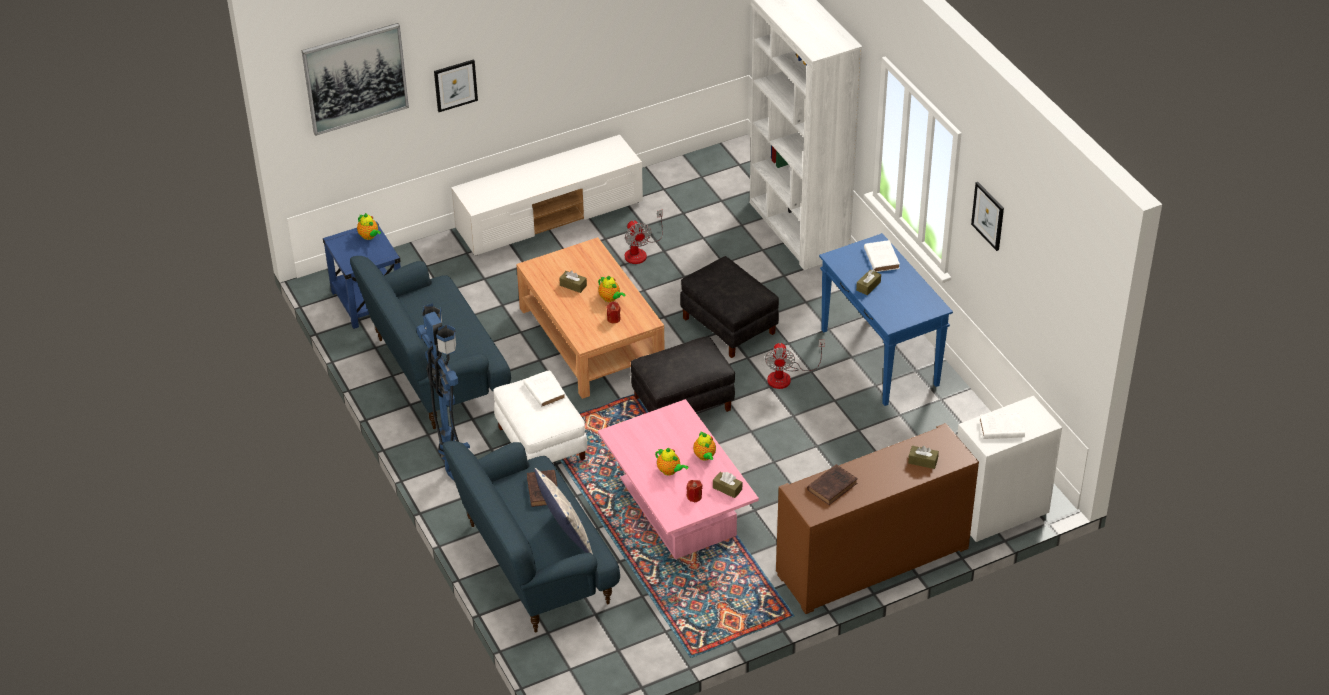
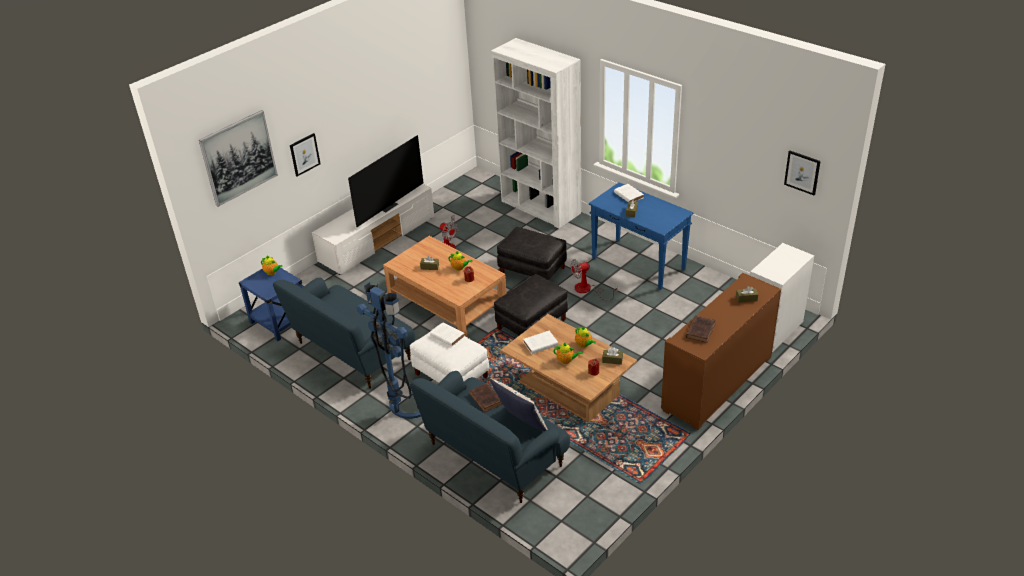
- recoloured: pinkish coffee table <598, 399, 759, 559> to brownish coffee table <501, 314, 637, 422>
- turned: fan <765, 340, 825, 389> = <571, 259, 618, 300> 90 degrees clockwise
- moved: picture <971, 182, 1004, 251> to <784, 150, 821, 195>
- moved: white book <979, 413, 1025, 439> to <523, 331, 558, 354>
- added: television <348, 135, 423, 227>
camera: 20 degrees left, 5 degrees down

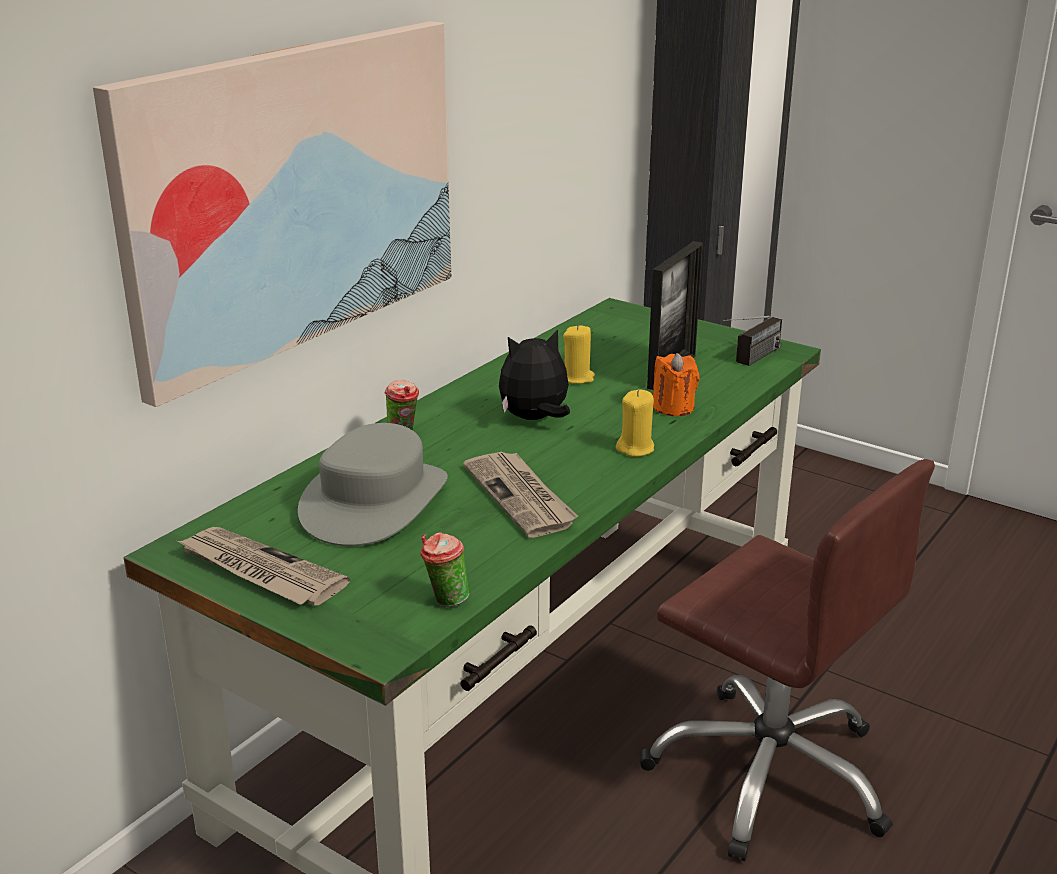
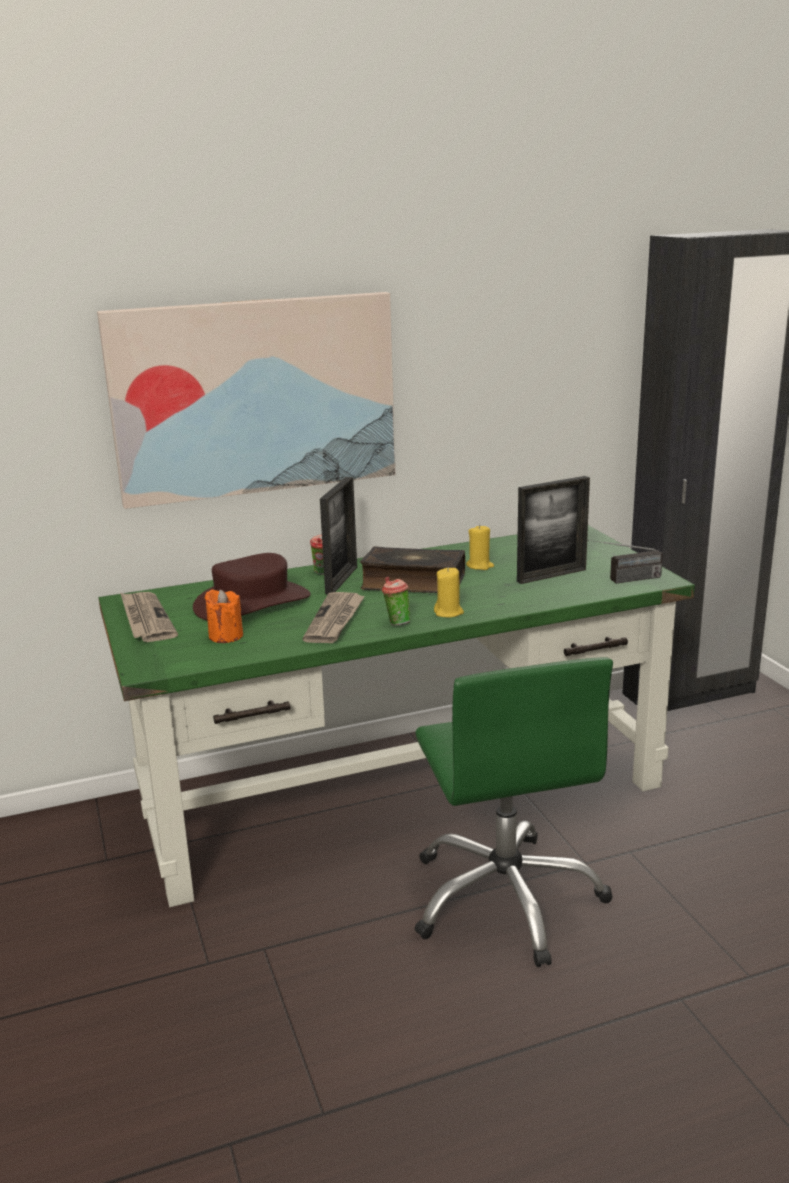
- recoloured: grey hat <298, 423, 448, 546> to brownish hat <193, 553, 310, 620>
- moved: cup <421, 532, 469, 607> to <382, 577, 410, 626>
- replaced: cuddly toy <499, 329, 570, 420> to book <360, 546, 465, 593>
- recoloured: brownish computer chair <640, 459, 935, 861> to green-coloured computer chair <414, 657, 613, 967>
- moved: orangey wax candle <653, 353, 699, 416> to <205, 590, 243, 643>
- added: standing frame <320, 477, 357, 594>
camera: 35 degrees right, 5 degrees down

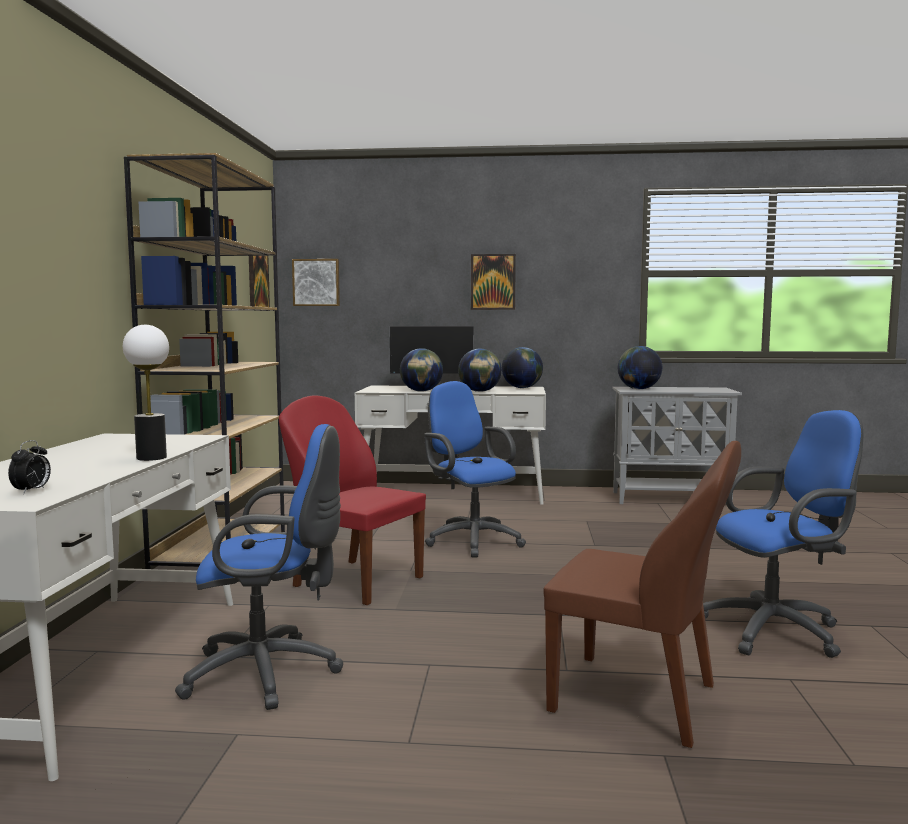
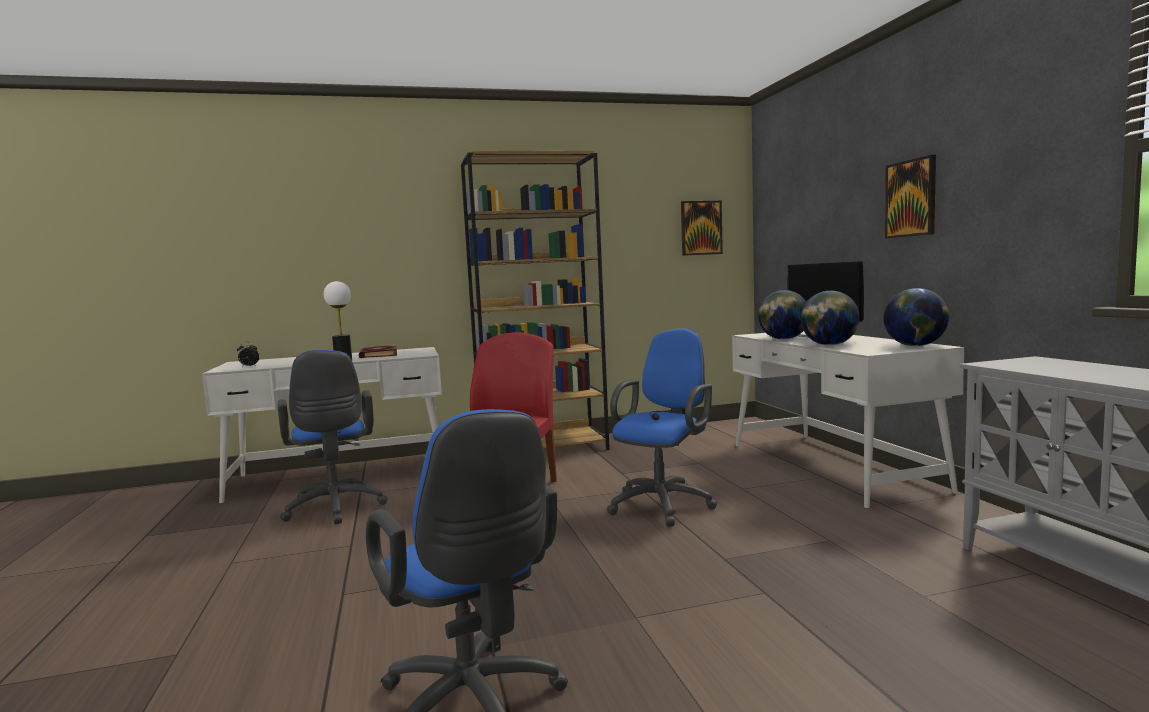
- removed: picture <292, 259, 340, 306>
- removed: brownish chair <544, 441, 741, 748>
- removed: desk globe <618, 346, 662, 389>
- added: book <359, 345, 397, 358>
camera: 70 degrees right, 0 degrees up

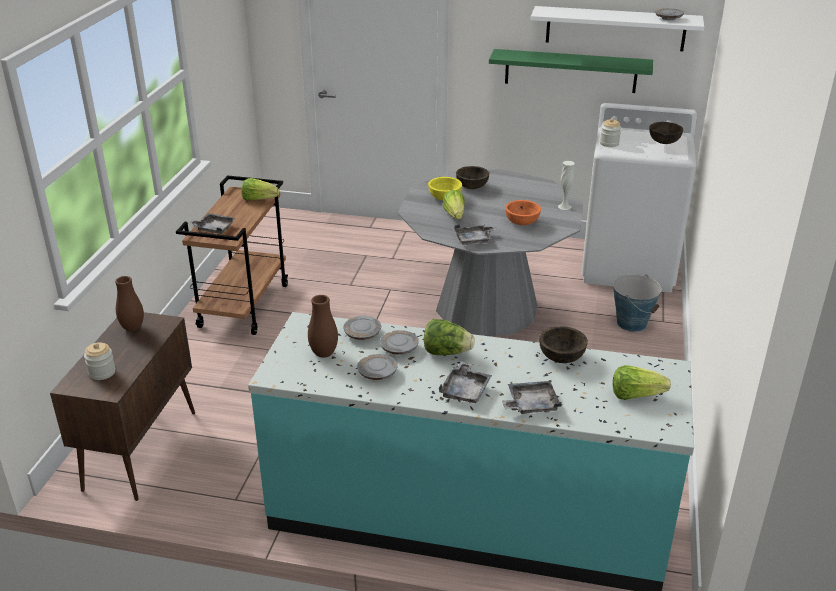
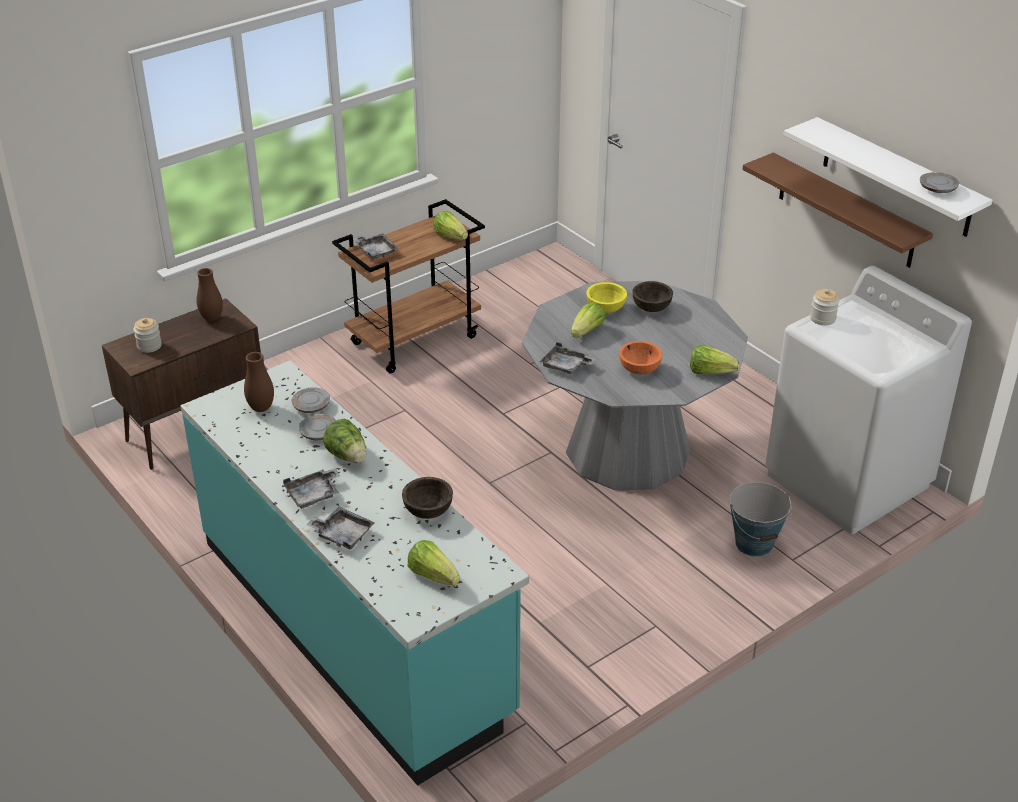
- removed: grey dinner plate <357, 354, 398, 380>
- recoloured: green-coloured wall shelf <489, 49, 653, 93> to brownish wall shelf <742, 153, 933, 268>
- replaced: white vase <558, 161, 575, 210> to lettuce <690, 345, 739, 374>
- removed: brownish deep dish <649, 122, 683, 144>
camera: 40 degrees right, 5 degrees up

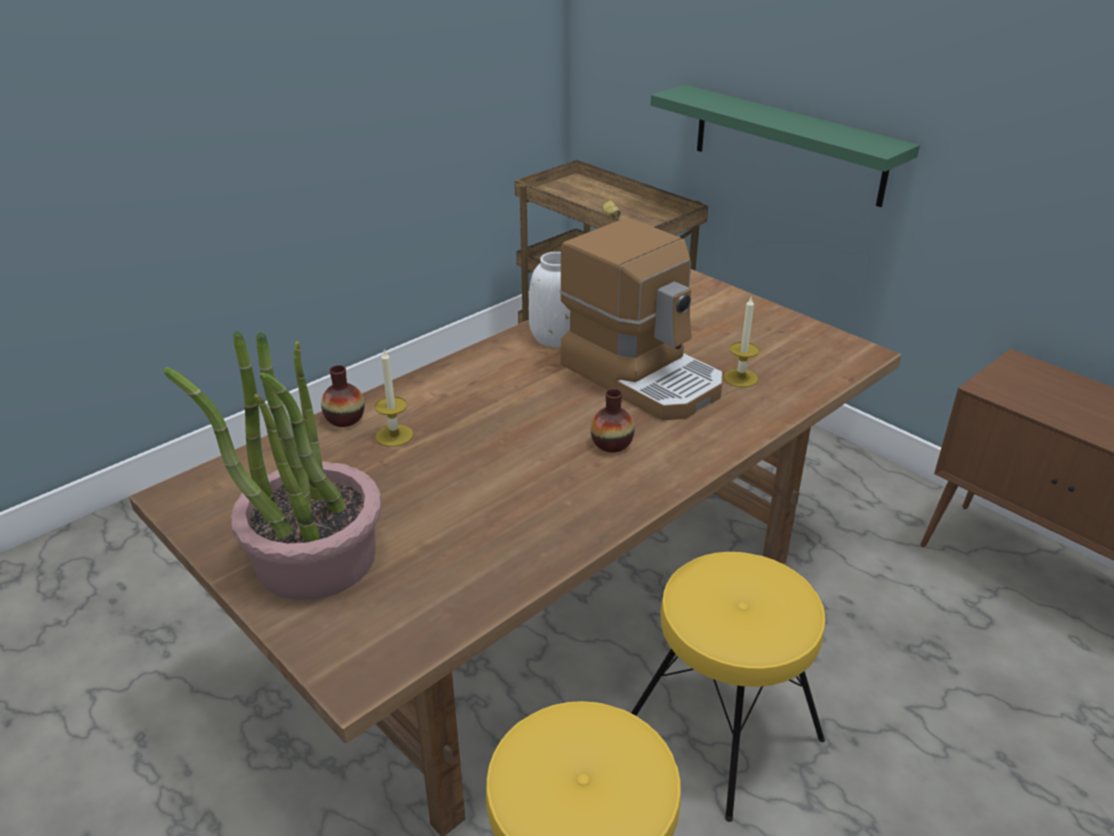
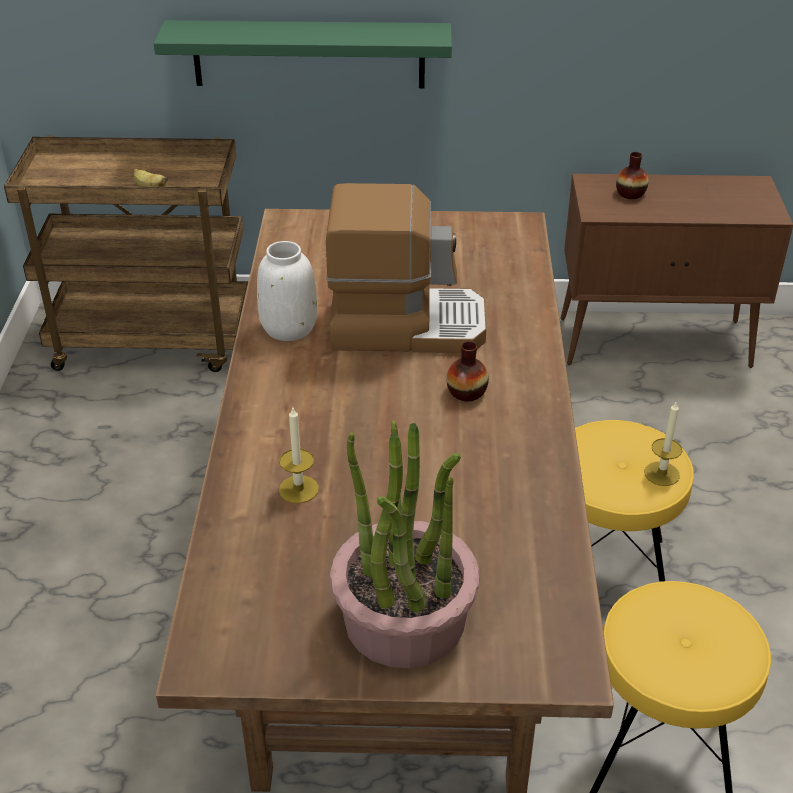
- moved: vase <321, 365, 364, 427> to <616, 152, 648, 199>
- moved: wax candle <724, 297, 759, 387> to <644, 402, 682, 486>
camera: 45 degrees left, 5 degrees up

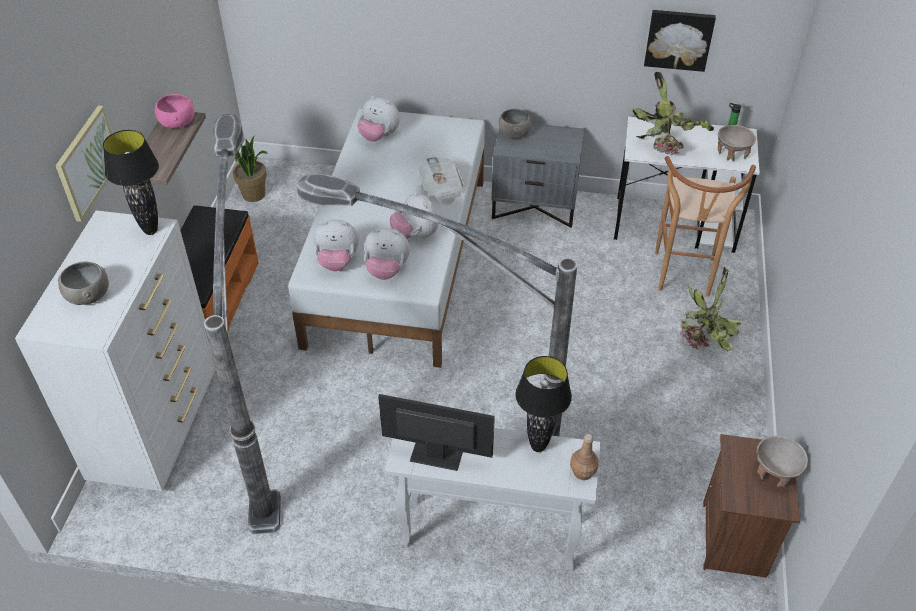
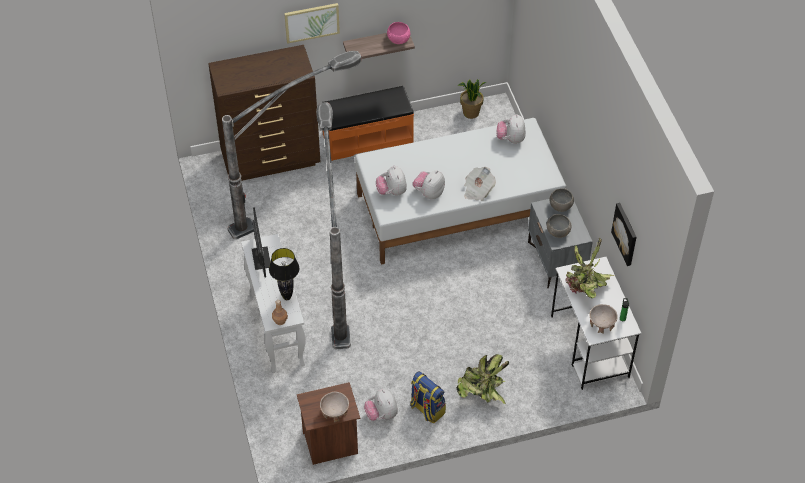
- recoloured: white chest of drawers <15, 210, 216, 491> to brownish chest of drawers <208, 45, 320, 181>
- moved: grey deep dish <58, 261, 109, 305> to <547, 214, 572, 238>
- removed: black-coloured tabletop lamp <103, 130, 159, 235>
- moved: cuddly toy <314, 219, 359, 271> to <364, 389, 398, 421>
- removed: brownish stool seat <655, 156, 756, 297>
- added: backpack <410, 371, 446, 423>
camera: 65 degrees right, 5 degrees up

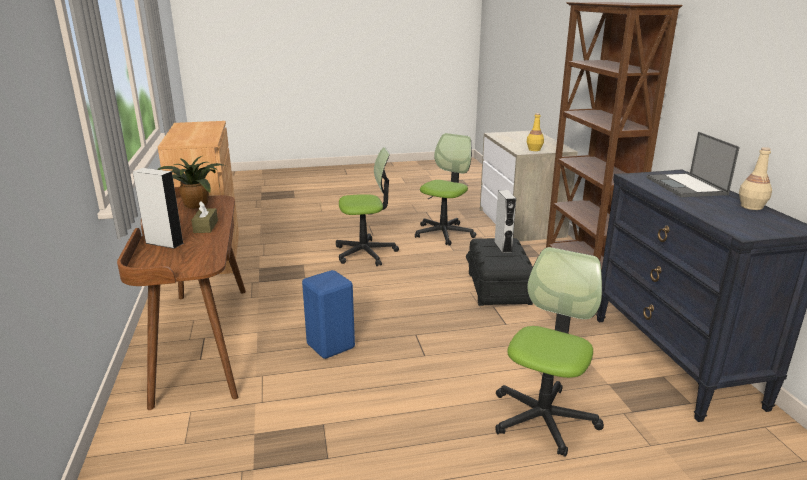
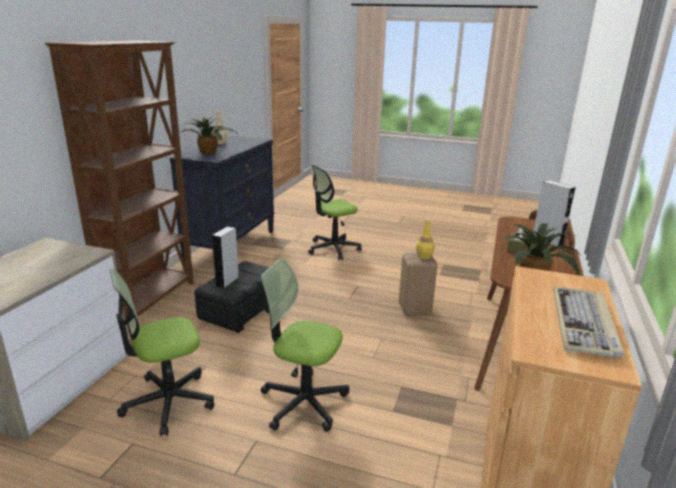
- recoloured: blue stool seat <302, 270, 355, 359> to beige-coloured stool seat <399, 252, 438, 316>
- moved: yellowish beverage bottle <527, 113, 544, 151> to <416, 219, 435, 259>
- replaced: portable computer <646, 132, 740, 197> to potted plant <179, 117, 238, 154>
- added: PC keyboard <553, 287, 624, 359>
camera: 150 degrees left, 0 degrees up

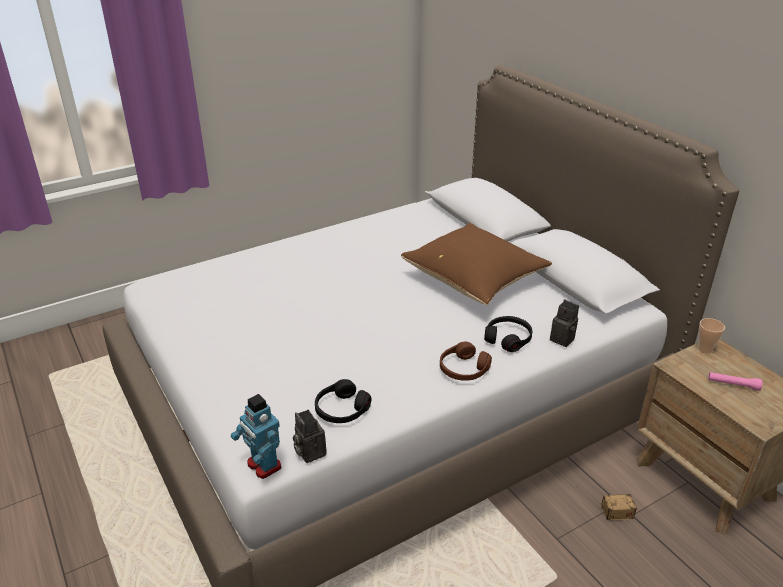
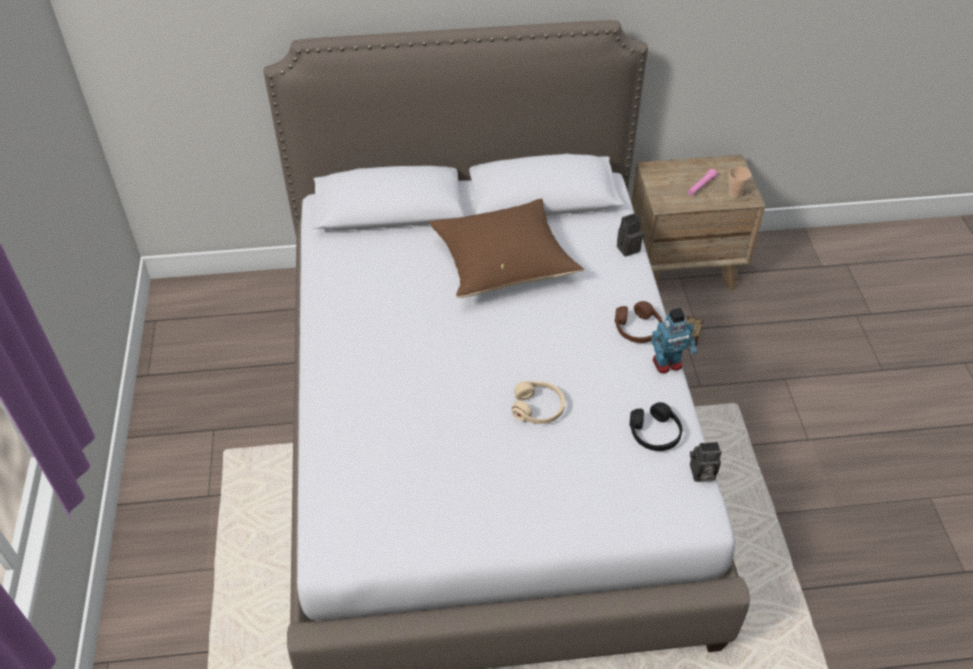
- moved: robot figure <231, 394, 281, 479> to <651, 308, 697, 373>
- removed: black-coloured pair of headphones <484, 316, 532, 352>
- moved: cup <698, 318, 725, 354> to <729, 166, 751, 199>
- added: beige-coloured pair of headphones <512, 381, 565, 424>
camera: 65 degrees left, 15 degrees up

